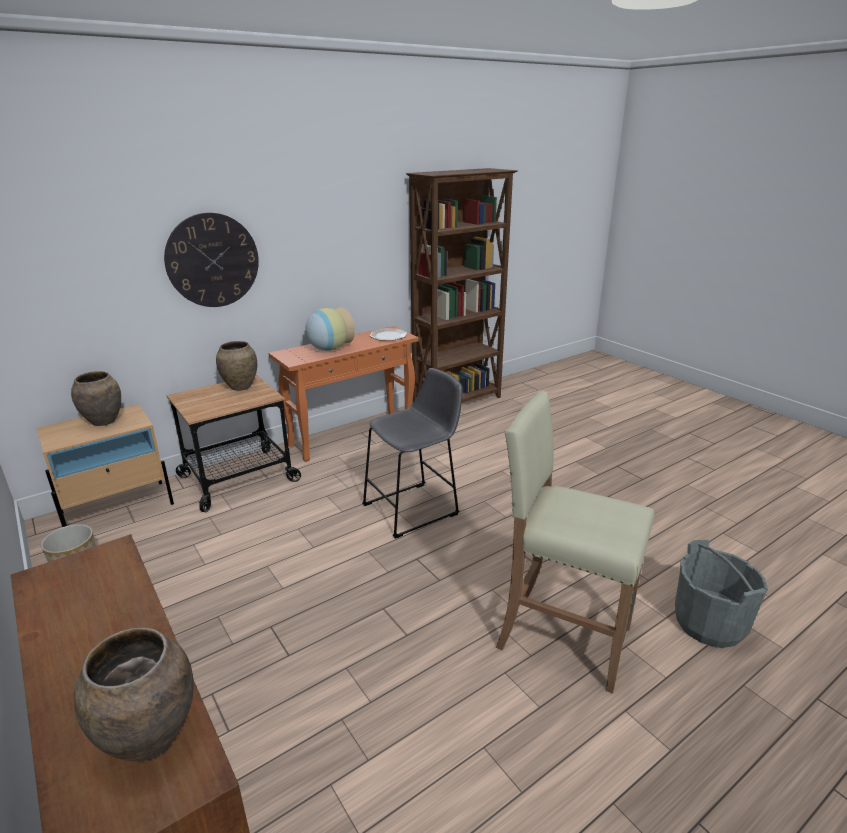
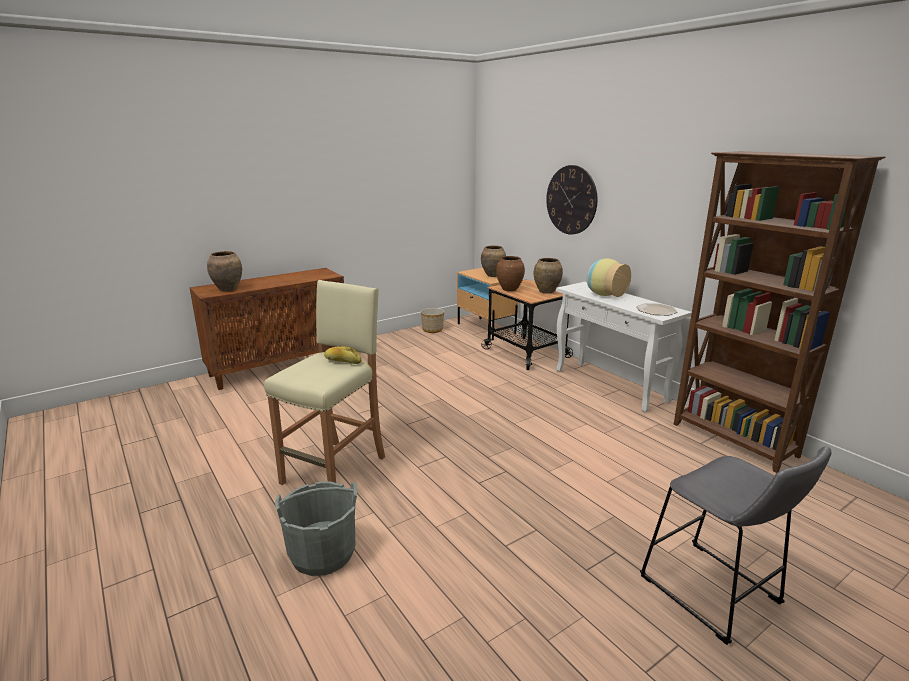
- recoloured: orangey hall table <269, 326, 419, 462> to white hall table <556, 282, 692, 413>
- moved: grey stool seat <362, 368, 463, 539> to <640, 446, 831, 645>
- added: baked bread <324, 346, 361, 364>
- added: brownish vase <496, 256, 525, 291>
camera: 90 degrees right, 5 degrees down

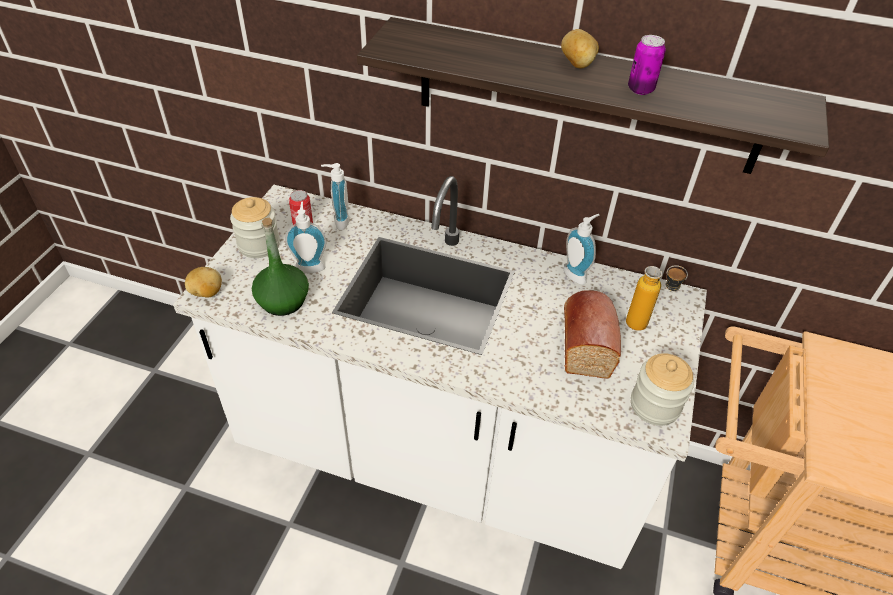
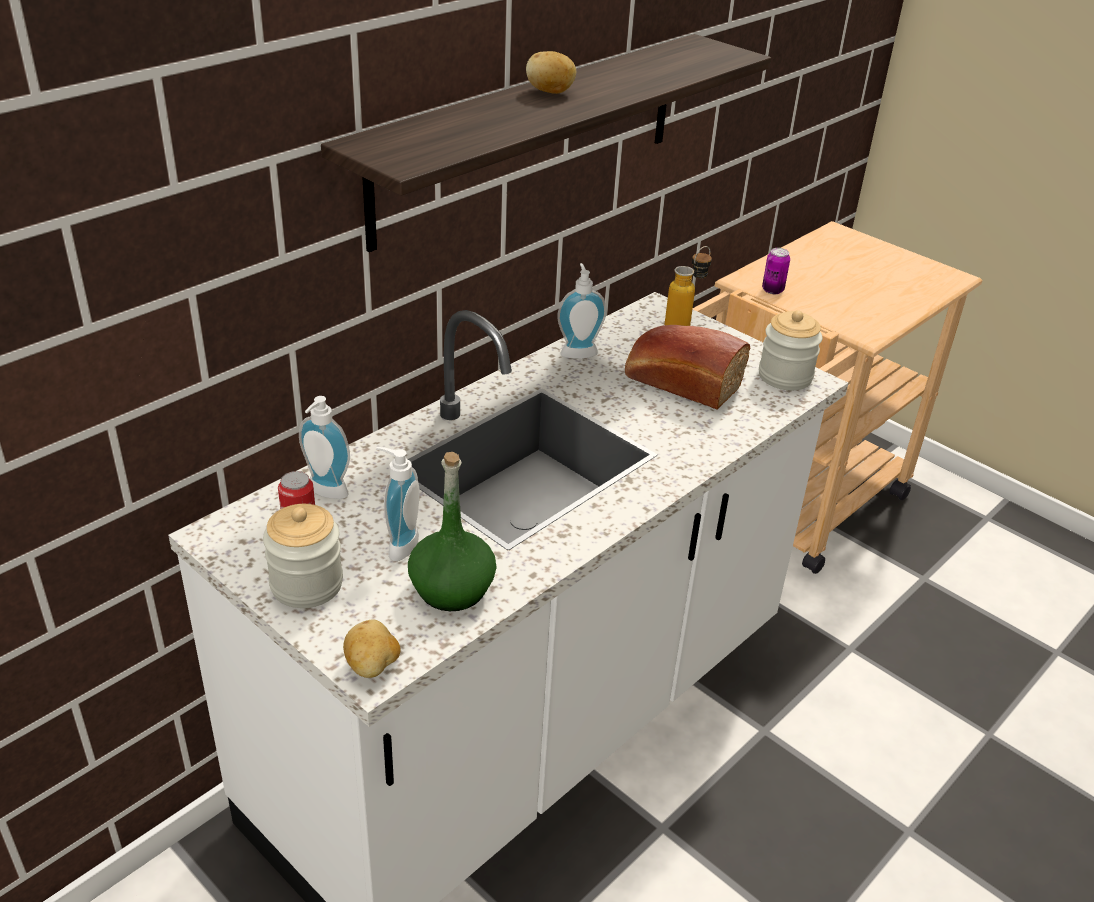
- moved: can <628, 35, 666, 95> to <762, 248, 790, 294>
camera: 65 degrees left, 10 degrees down

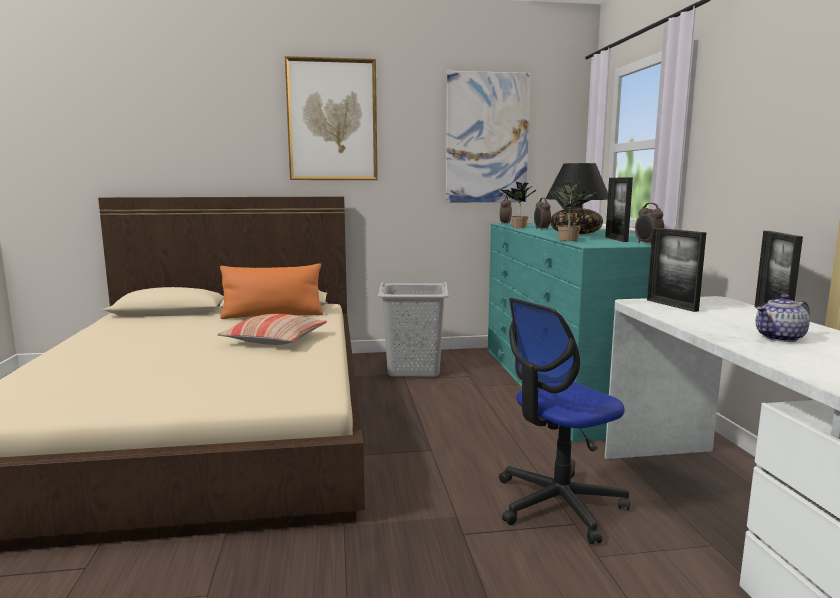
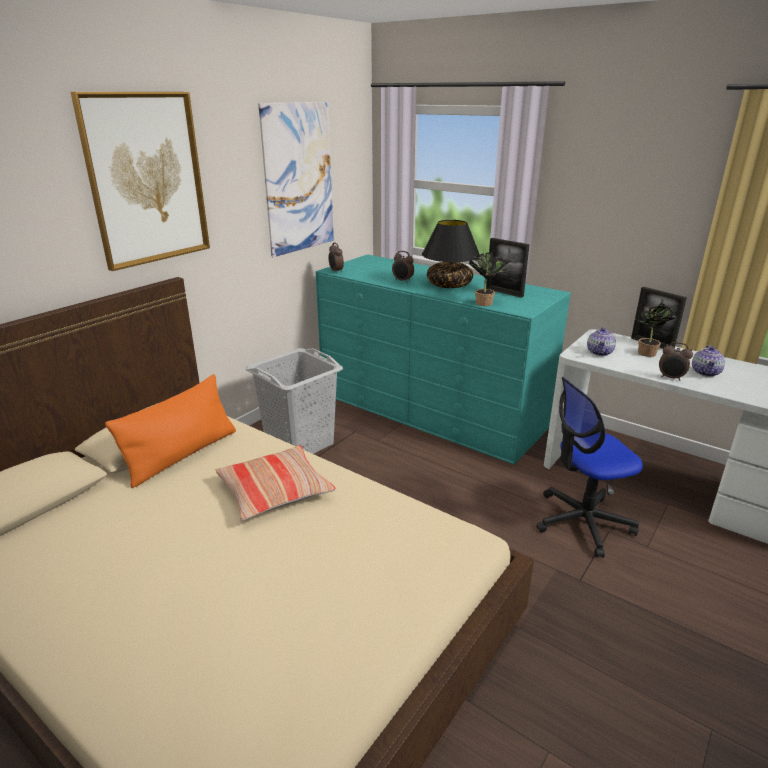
- turned: computer chair <499, 298, 630, 544> = <536, 377, 643, 558> 60 degrees clockwise
- moved: potted plant <501, 182, 536, 228> to <636, 303, 676, 357>
- moved: alarm clock <635, 203, 664, 245> to <659, 342, 693, 381>
- replaced: standing frame <647, 228, 706, 312> to pot for tea <587, 327, 616, 356>
camera: 45 degrees left, 15 degrees up

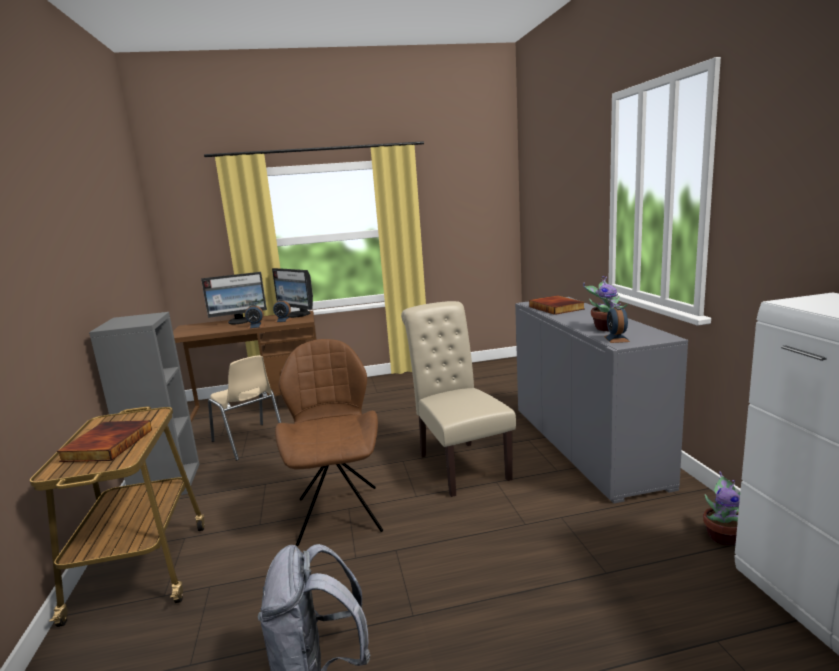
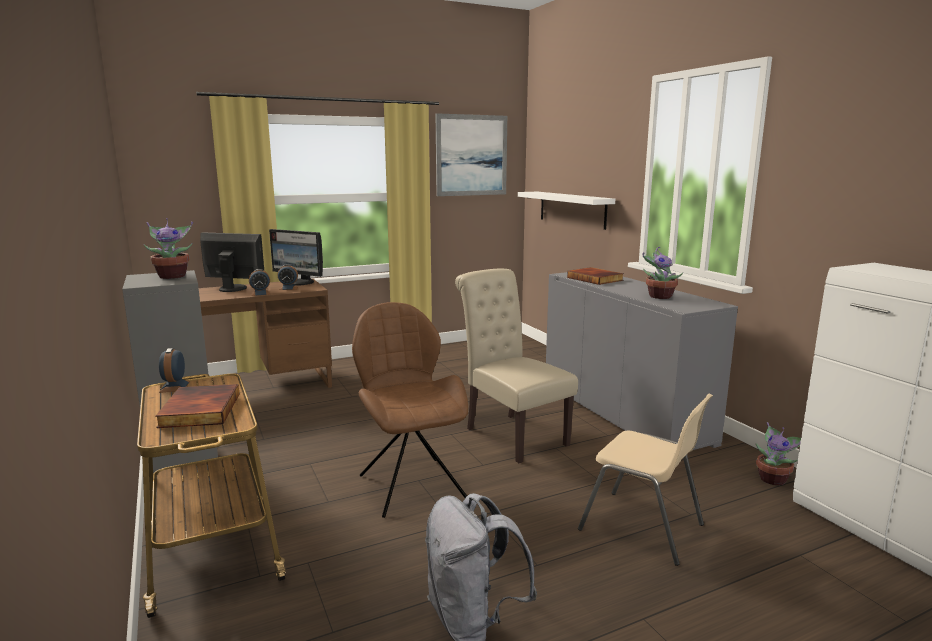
- turned: computer screen <201, 272, 267, 325> = <200, 233, 264, 292> 135 degrees counterclockwise
- moved: beige-coloured chair <208, 355, 281, 461> to <578, 394, 713, 566>
- moved: alarm clock <604, 306, 630, 343> to <159, 348, 190, 393>
- added: potted plant <144, 218, 193, 279>
- added: picture <436, 113, 507, 196>
- added: white wall shelf <518, 192, 615, 230>
camera: 15 degrees left, 0 degrees up

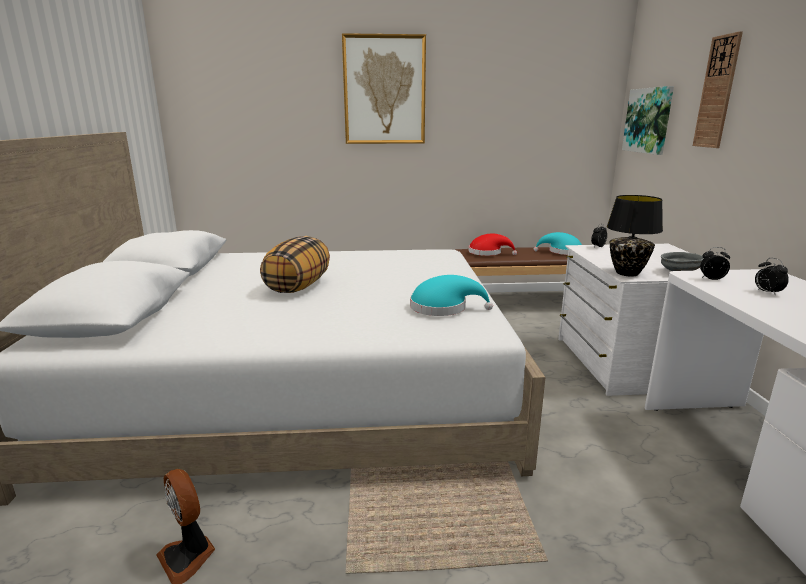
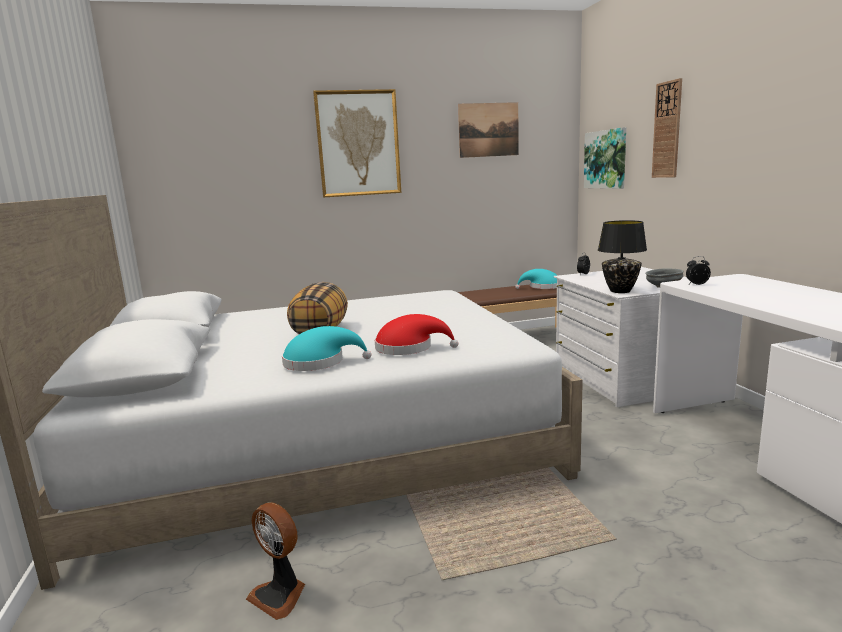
- moved: turquoise-coloured hat <410, 275, 493, 316> to <282, 326, 372, 371>
- moved: red hat <469, 234, 517, 256> to <375, 314, 458, 355>
- removed: alarm clock <755, 258, 789, 296>
- added: picture <458, 102, 519, 158>
camera: 10 degrees left, 5 degrees down

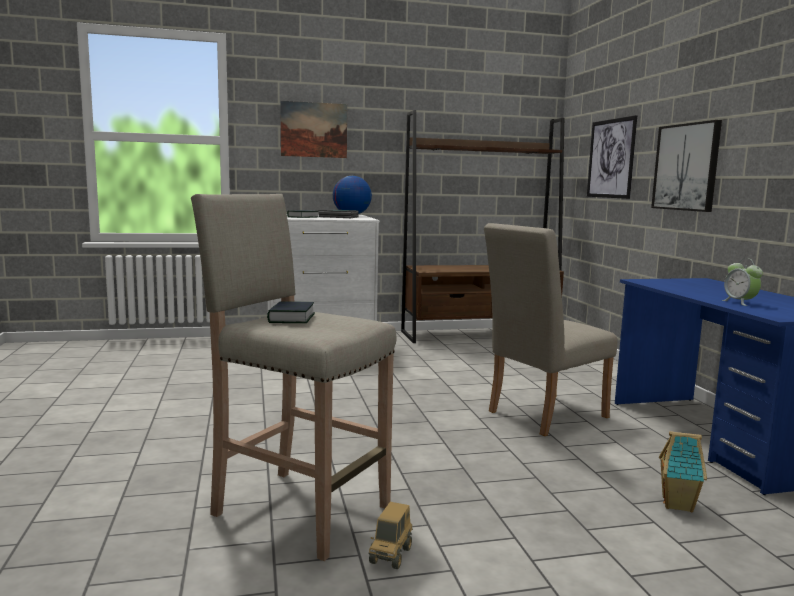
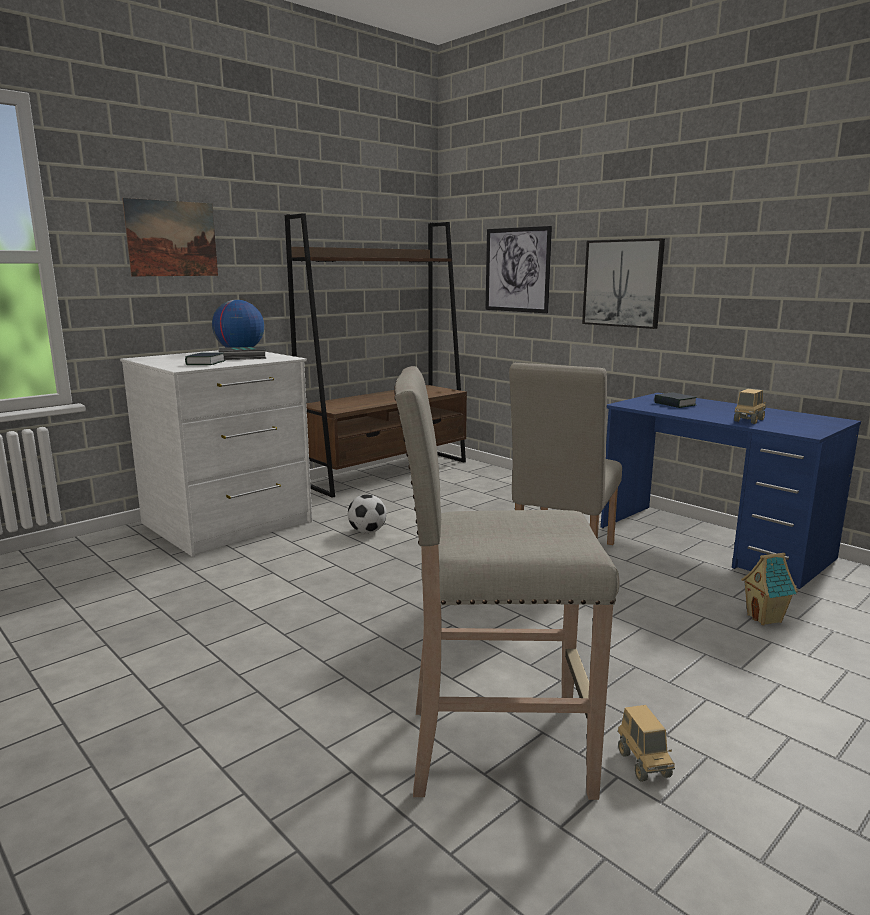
- moved: book <267, 301, 315, 323> to <654, 392, 697, 408>
- replaced: alarm clock <722, 258, 763, 306> to toy lorry <734, 389, 766, 424>
- added: football <348, 494, 387, 533>
camera: 30 degrees left, 5 degrees up

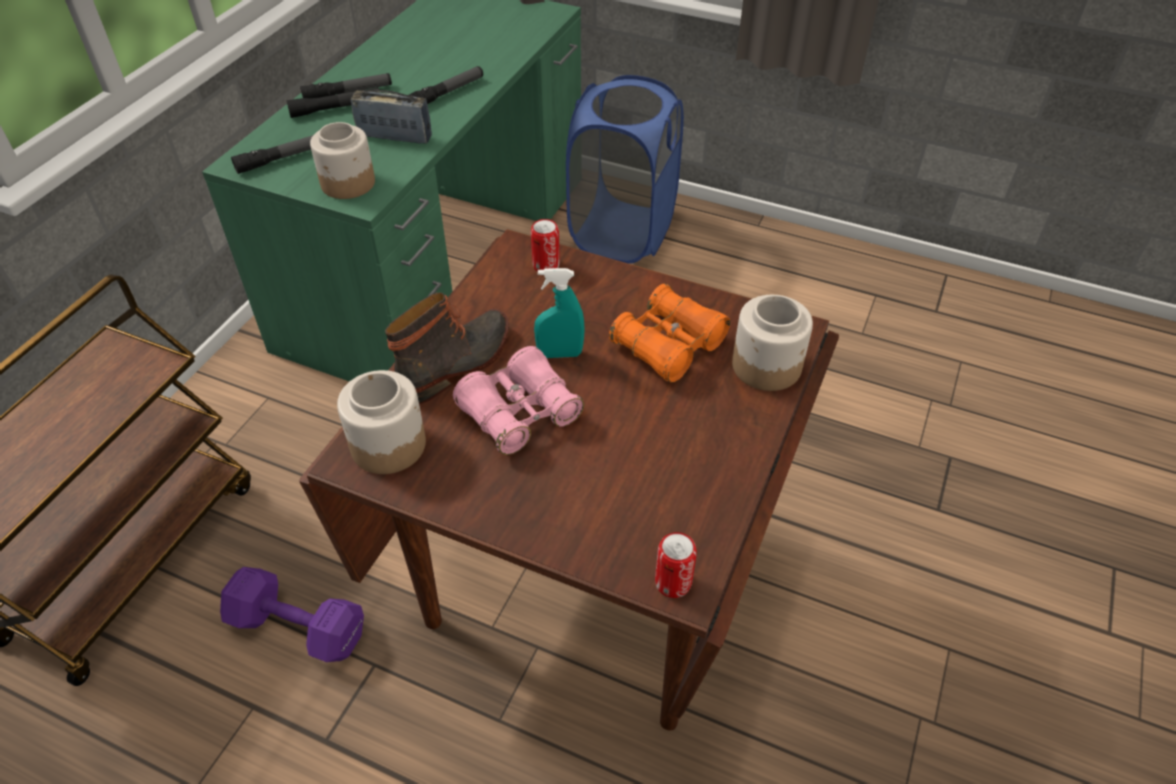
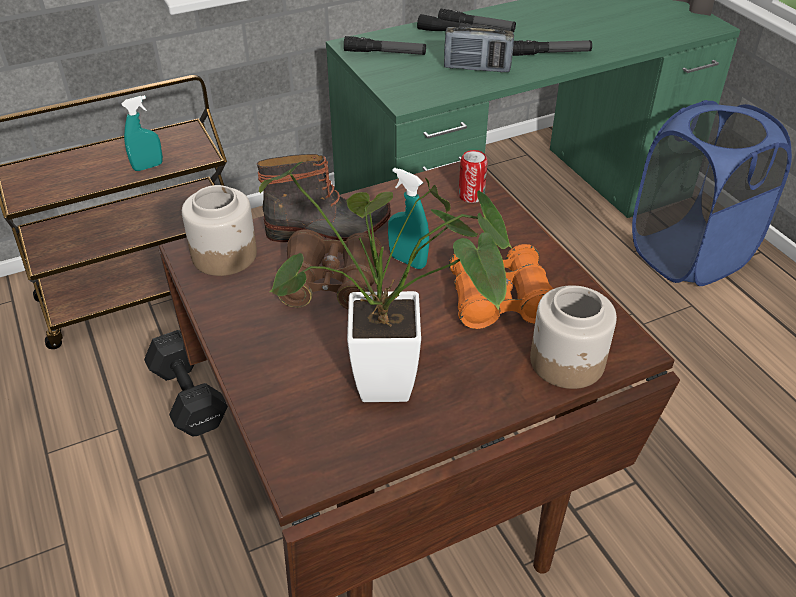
- recoloured: purple free weight <220, 567, 364, 662> to black-coloured free weight <144, 330, 228, 437>
- removed: storage jar <310, 122, 375, 199>
- turned: radio receiver <351, 90, 432, 144> = <444, 25, 514, 72> 135 degrees clockwise
- recoloured: pinkish field glasses <453, 346, 584, 455> to brownish field glasses <278, 230, 382, 309>
- removed: can <655, 532, 697, 598>
- added: turquoise-coloured hand sprayer <122, 95, 163, 171>
- added: potted plant <259, 162, 512, 402>
camera: 40 degrees right, 5 degrees down

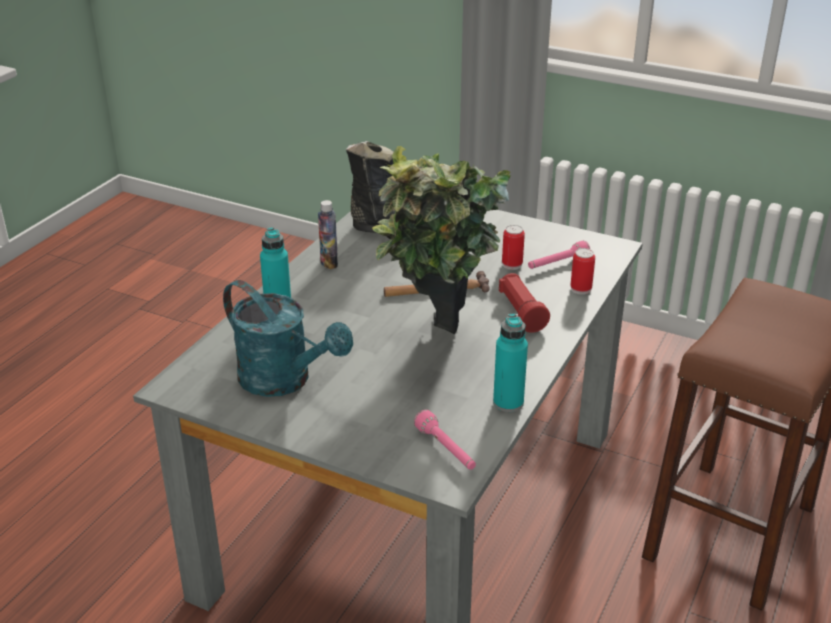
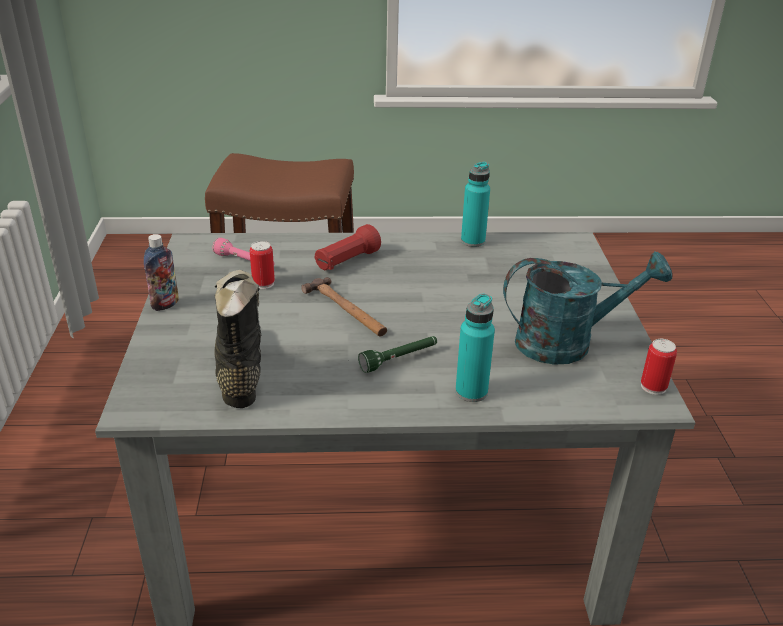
- turned: turquoise-coloured sprinkling can <223, 280, 353, 397> = <503, 252, 672, 365> 75 degrees clockwise
- moved: beverage bottle <318, 200, 338, 269> to <144, 234, 179, 311>
- removed: potted plant <372, 146, 511, 334>
- removed: pinkish flashlight <414, 410, 476, 470>
- moved: can <570, 248, 595, 295> to <641, 339, 677, 395>
- added: green-coloured flashlight <358, 336, 437, 373>
camera: 120 degrees left, 0 degrees up

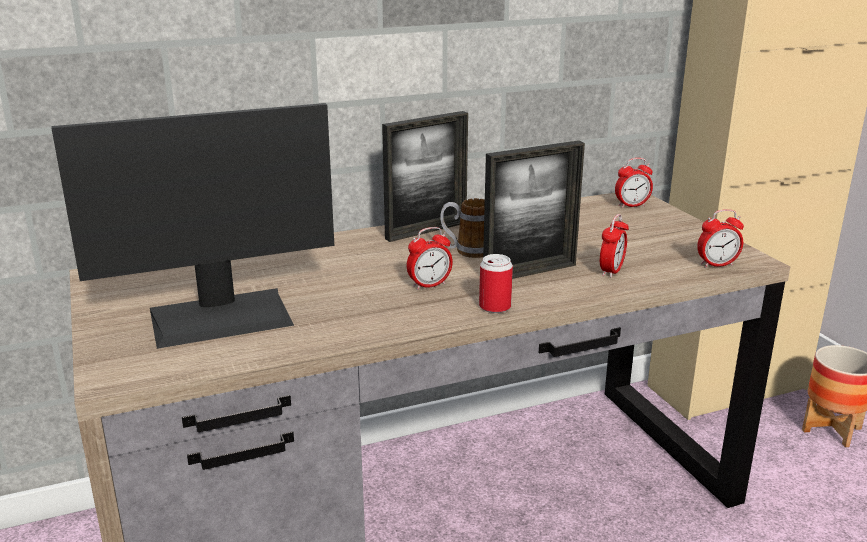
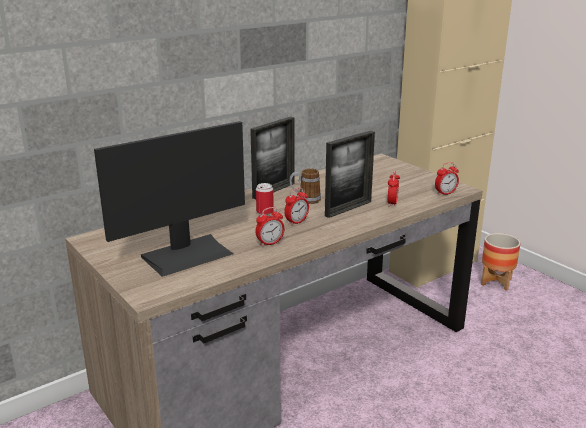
- moved: can <479, 254, 513, 313> to <256, 183, 274, 215>
- moved: alarm clock <615, 158, 653, 208> to <255, 207, 284, 247>
camera: 15 degrees left, 0 degrees up

